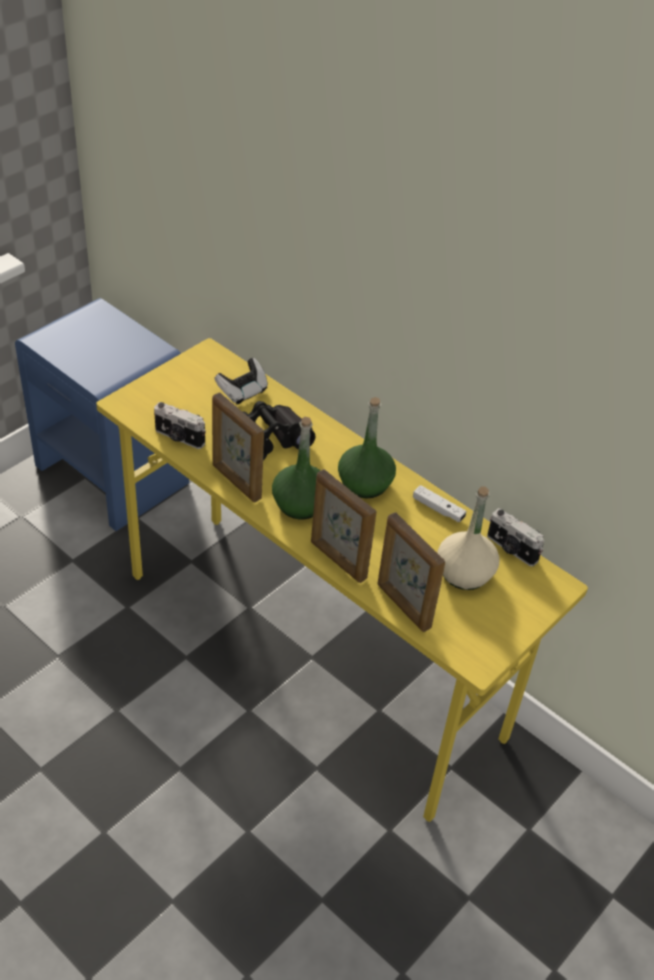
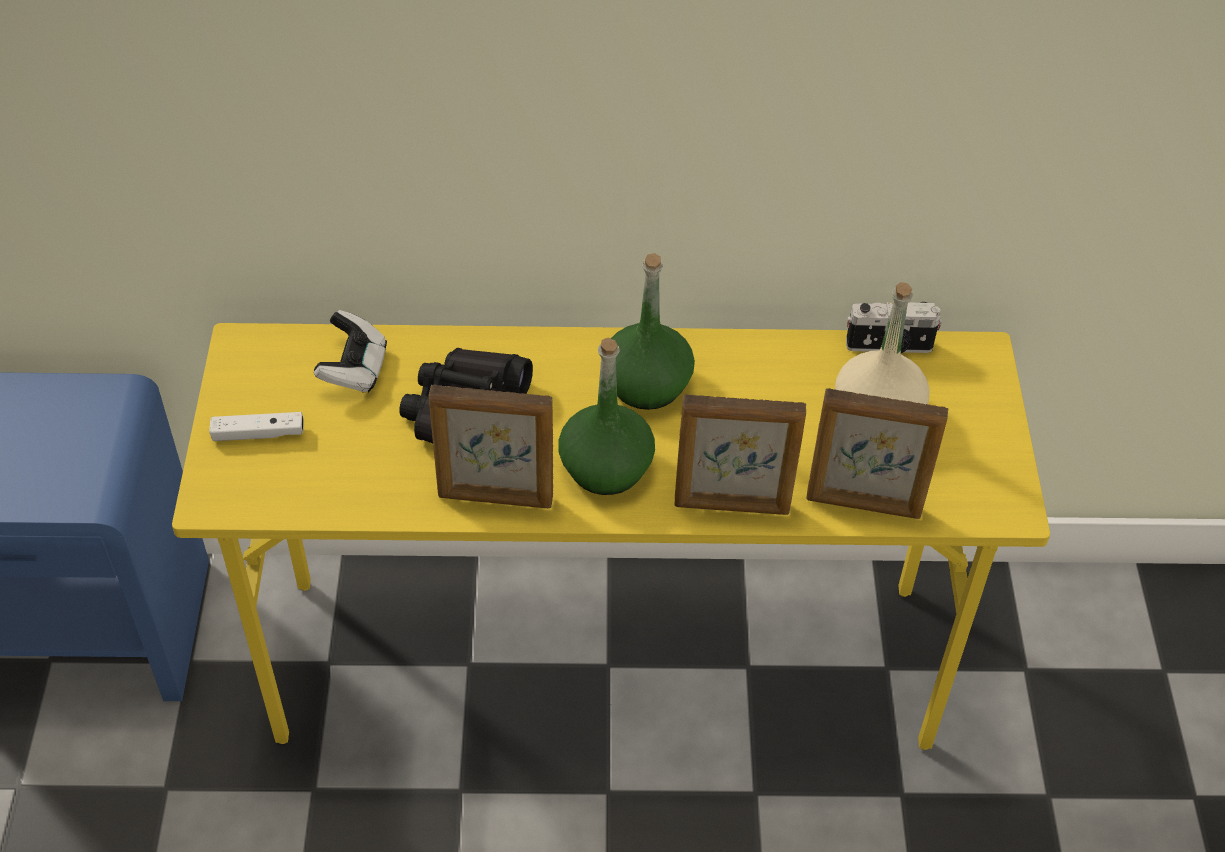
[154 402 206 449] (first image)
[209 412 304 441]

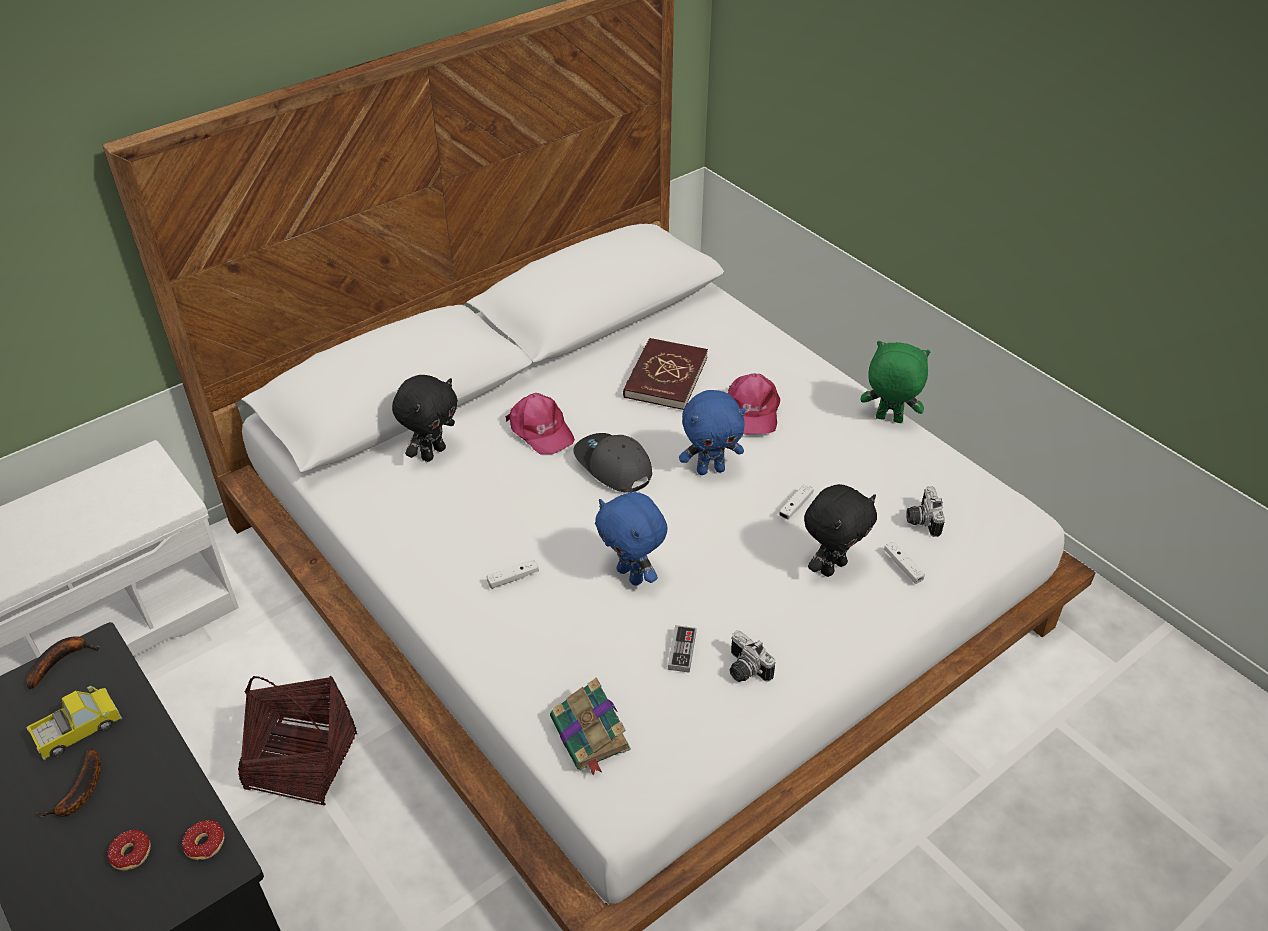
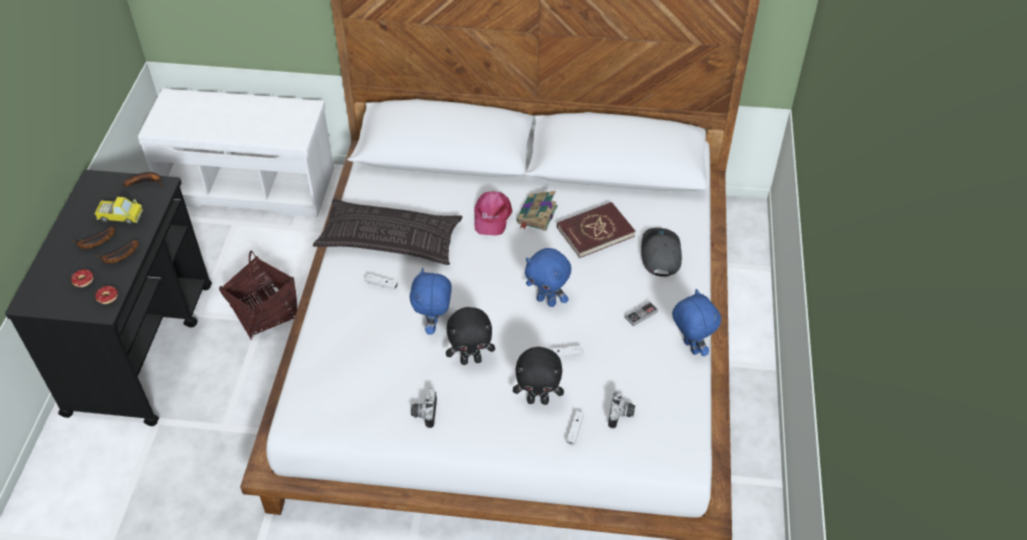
[672 289 721 356]
[728 373 780 435] (first image)
[446 307 495 365]
[641 228 682 277]
[608 389 635 429]
[625 301 658 327]
[516 191 558 231]
[313 199 462 265]
[96 239 138 264]

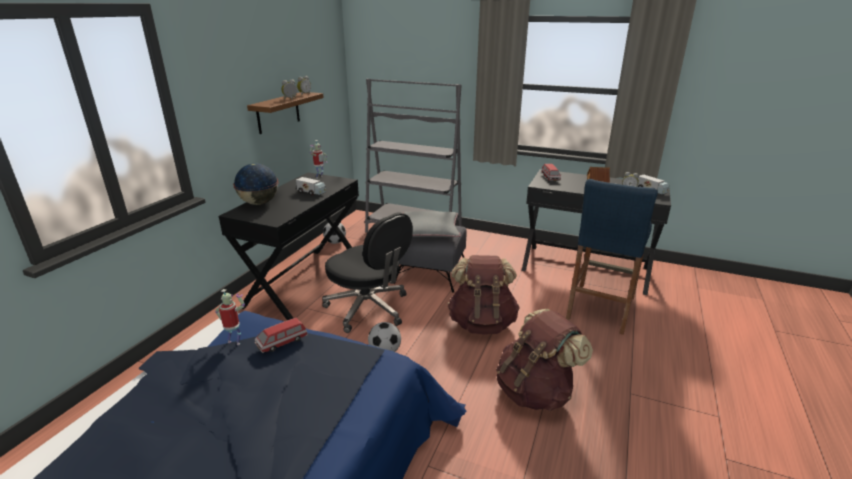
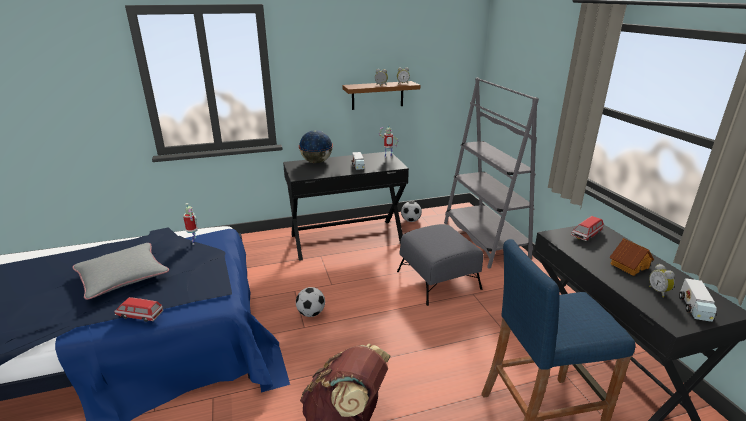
[72 243 169 300]
[322 213 413 333] (first image)
[448 255 520 335] (first image)
[114 297 164 322]

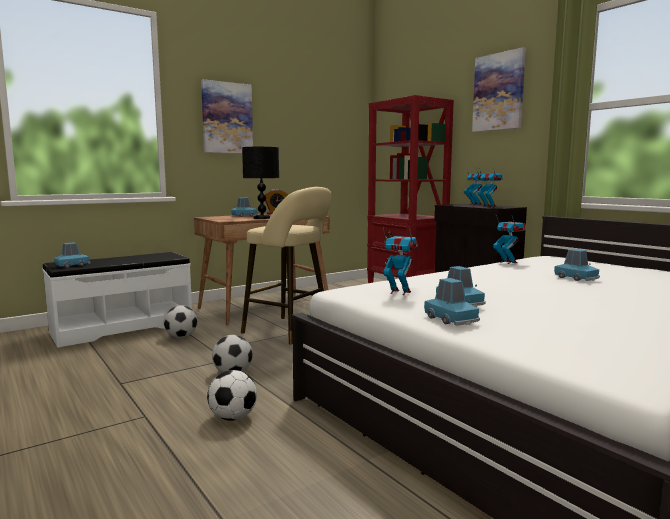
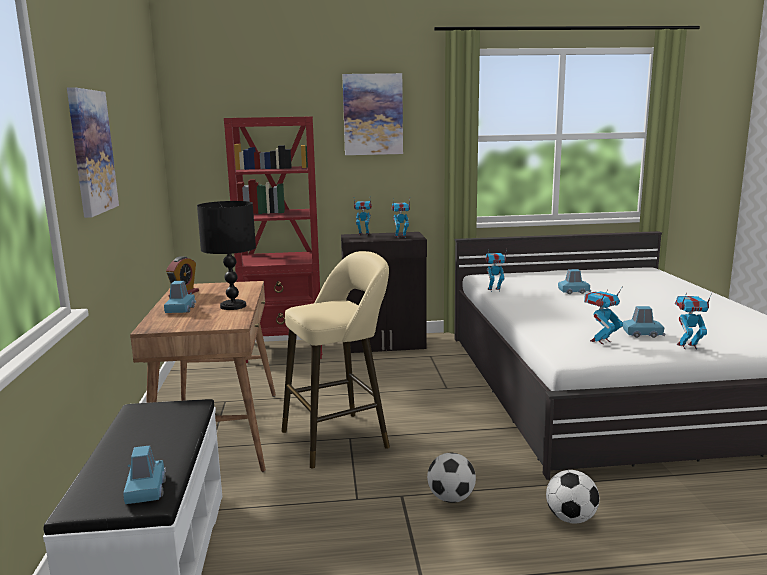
[675 293 712 349]
[164 305 198 338] (first image)

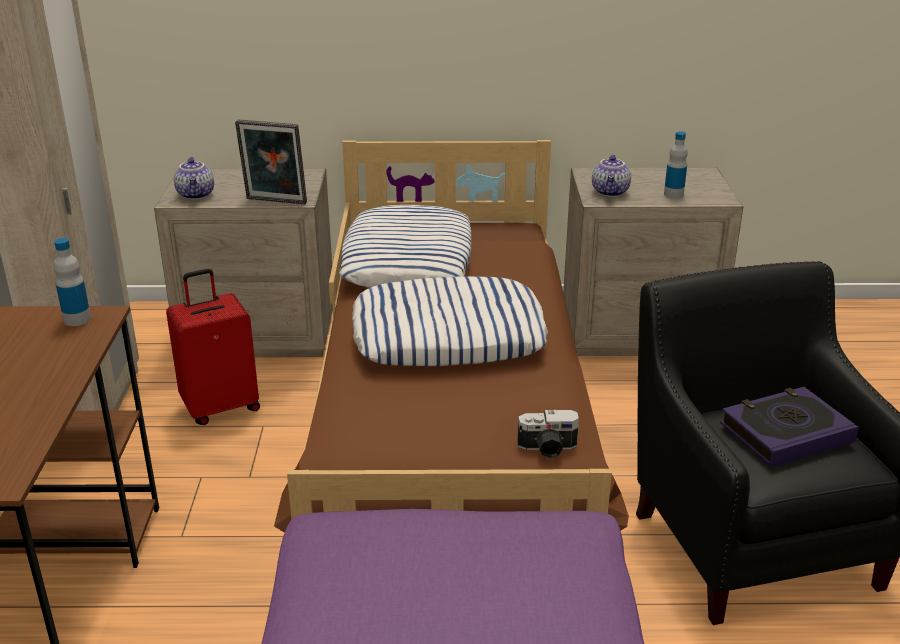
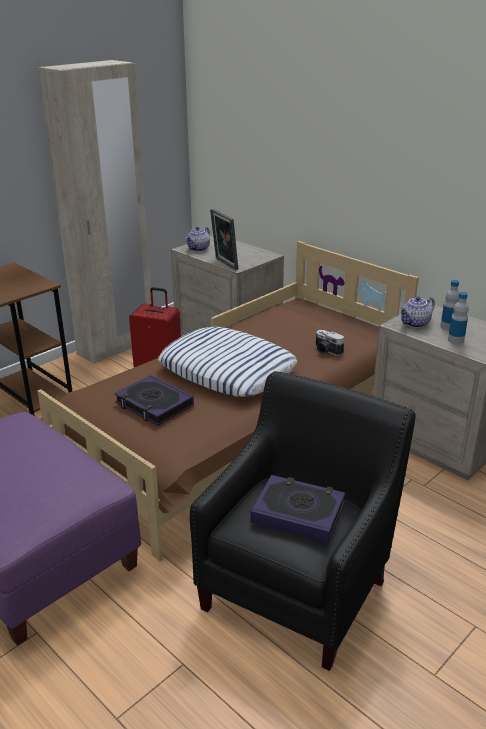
[339 205 472 288] (first image)
[440 280 459 331]
[316 330 344 356]
[114 375 194 426]

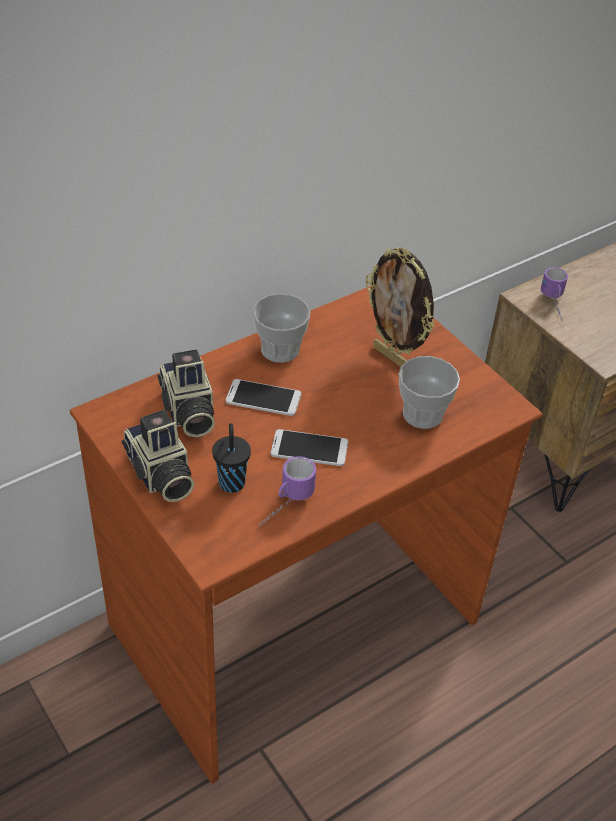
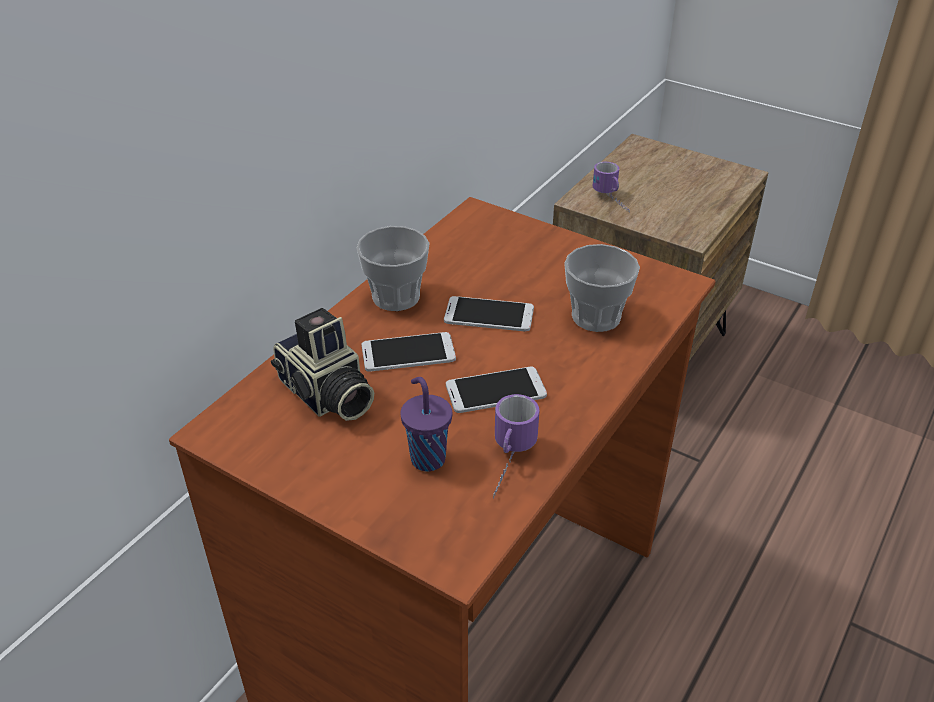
[366 247 434 367] (first image)
[121 410 195 502] (first image)
[400 377 452 471]
[444 296 534 332]

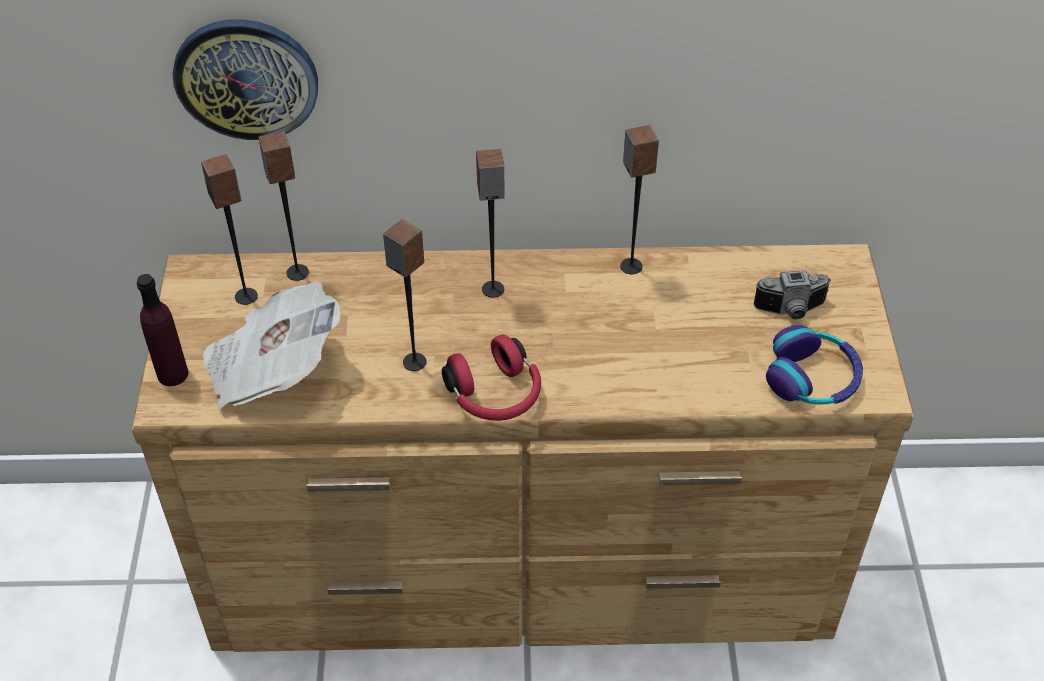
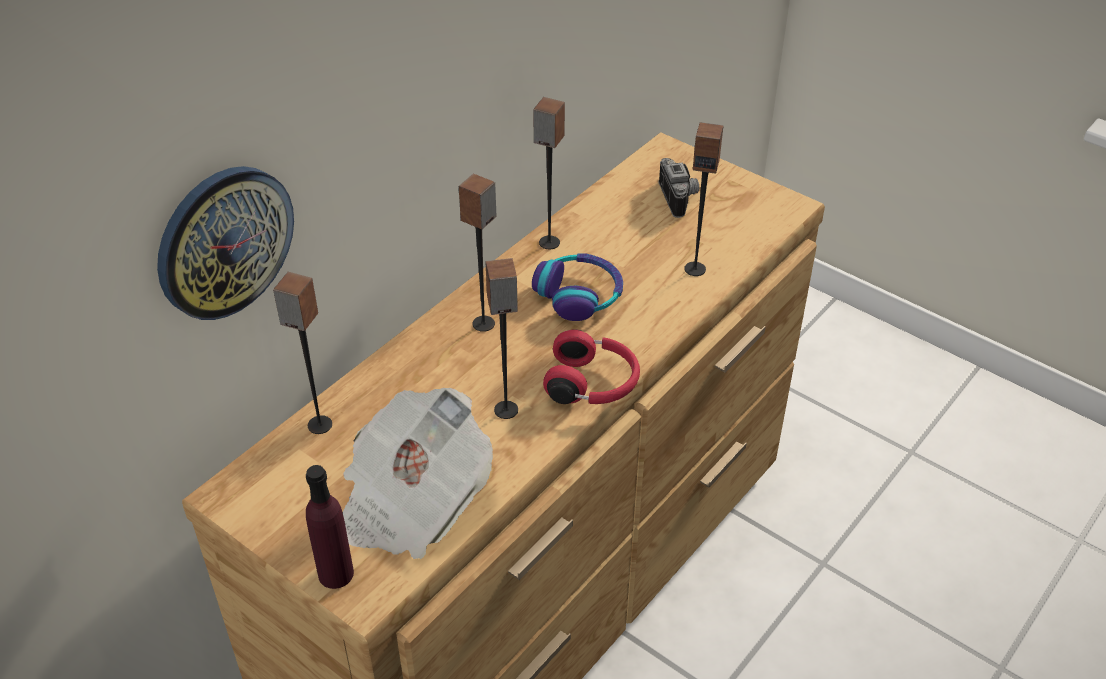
[684 122 723 276]
[659 158 699 218]
[532 253 623 321]

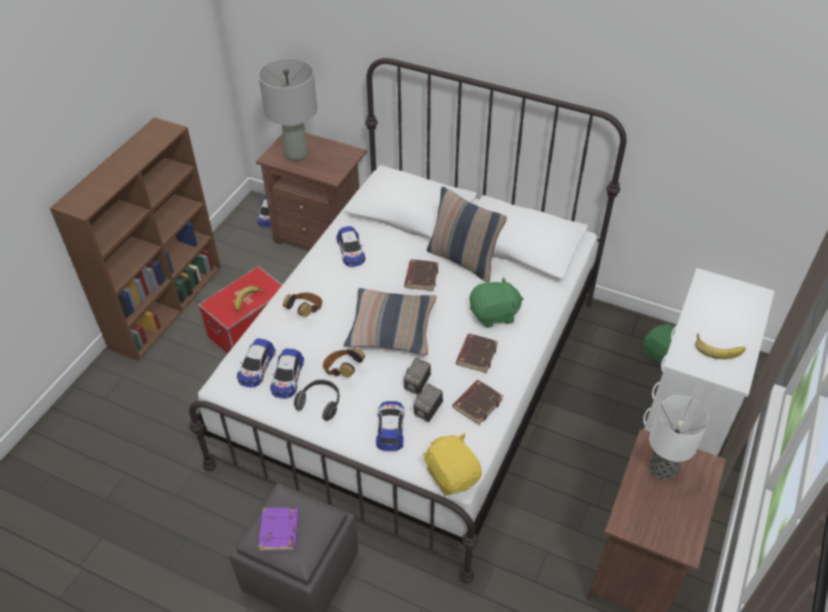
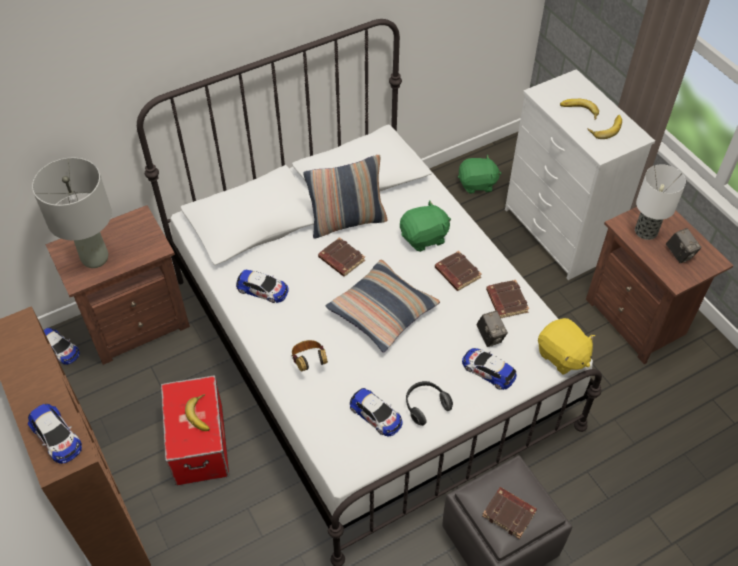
[400 200 451 252]
[28 404 82 464]
[323 348 365 377] (first image)
[666 228 702 263]
[538 318 596 375]
[482 487 537 539]
[560 99 599 120]

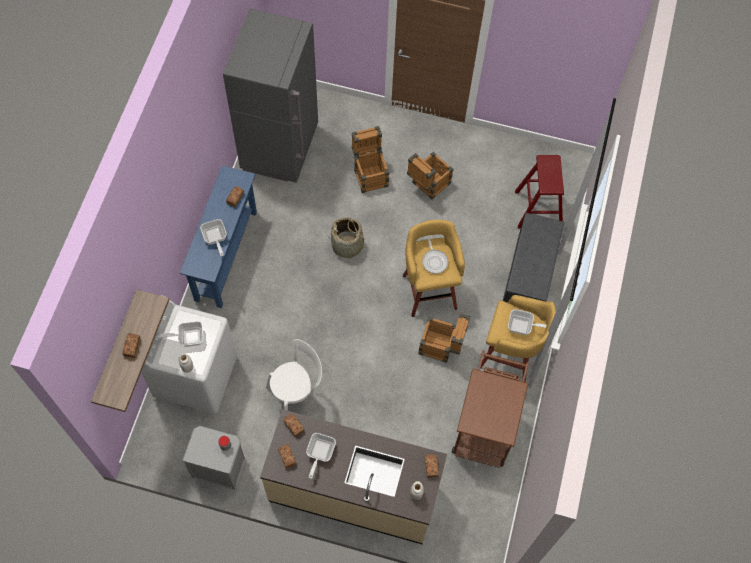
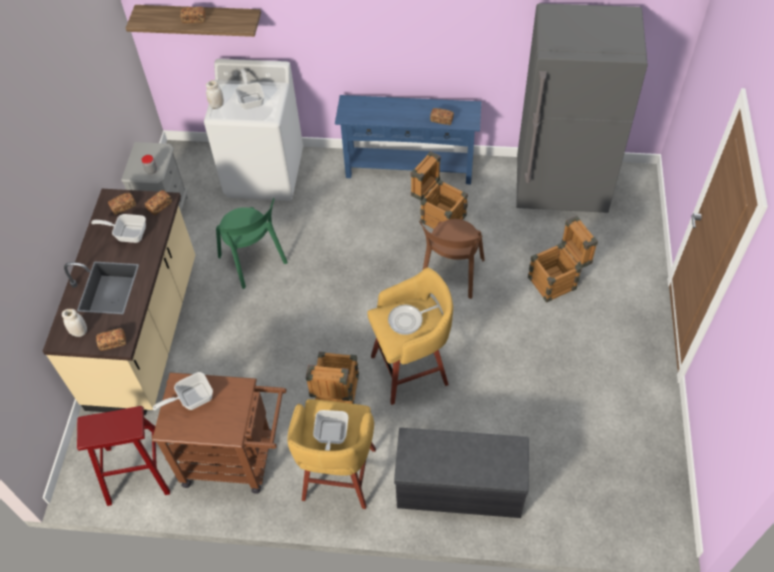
[411 151 468 229]
[77 406 170 506]
[419 219 485 299]
[153 372 213 410]
[216 198 288 289]

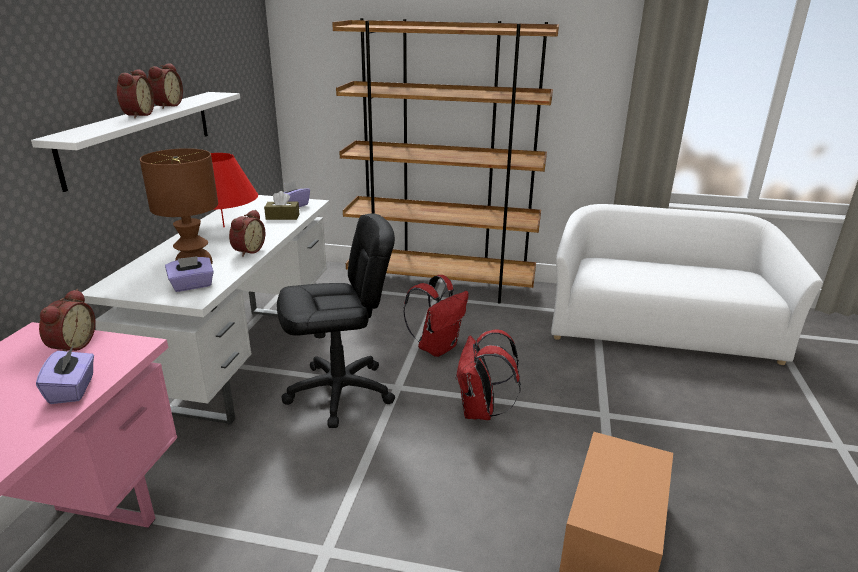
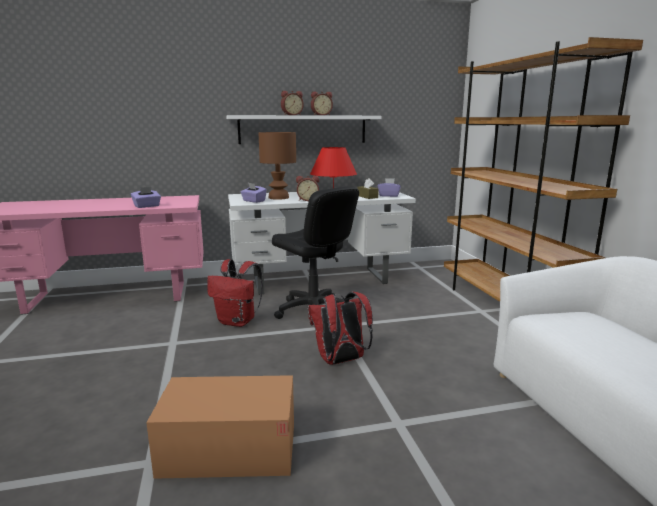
[207 259 263 327]
[39 289 96 351] (first image)

